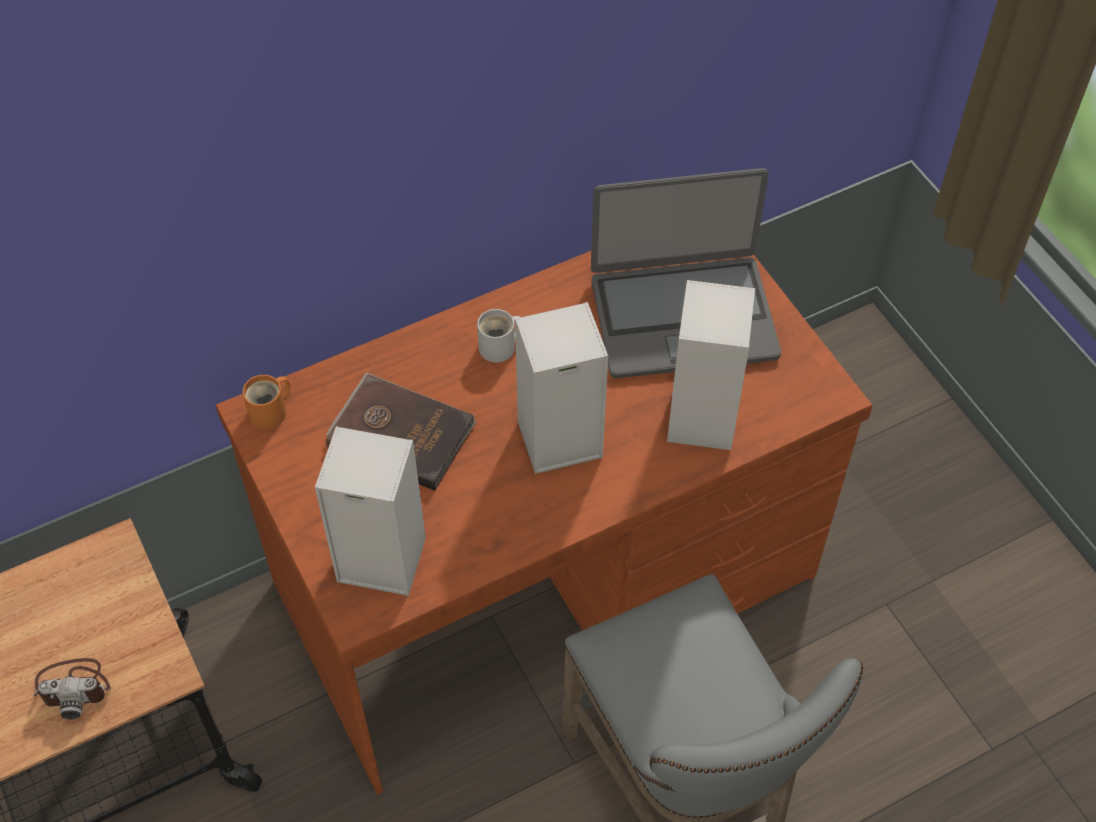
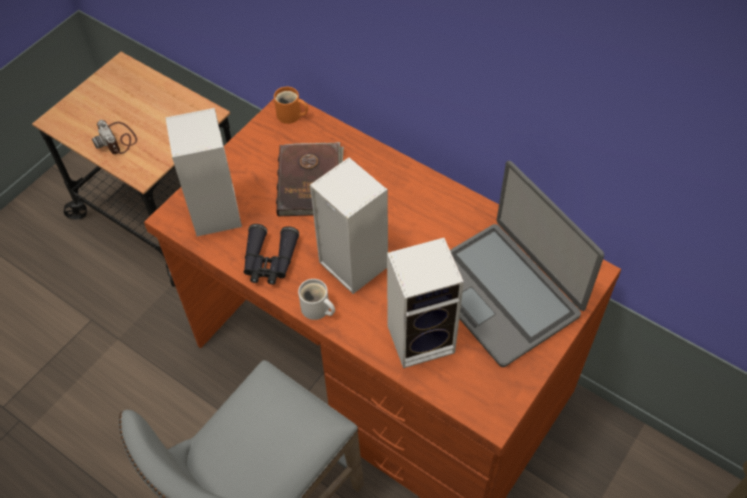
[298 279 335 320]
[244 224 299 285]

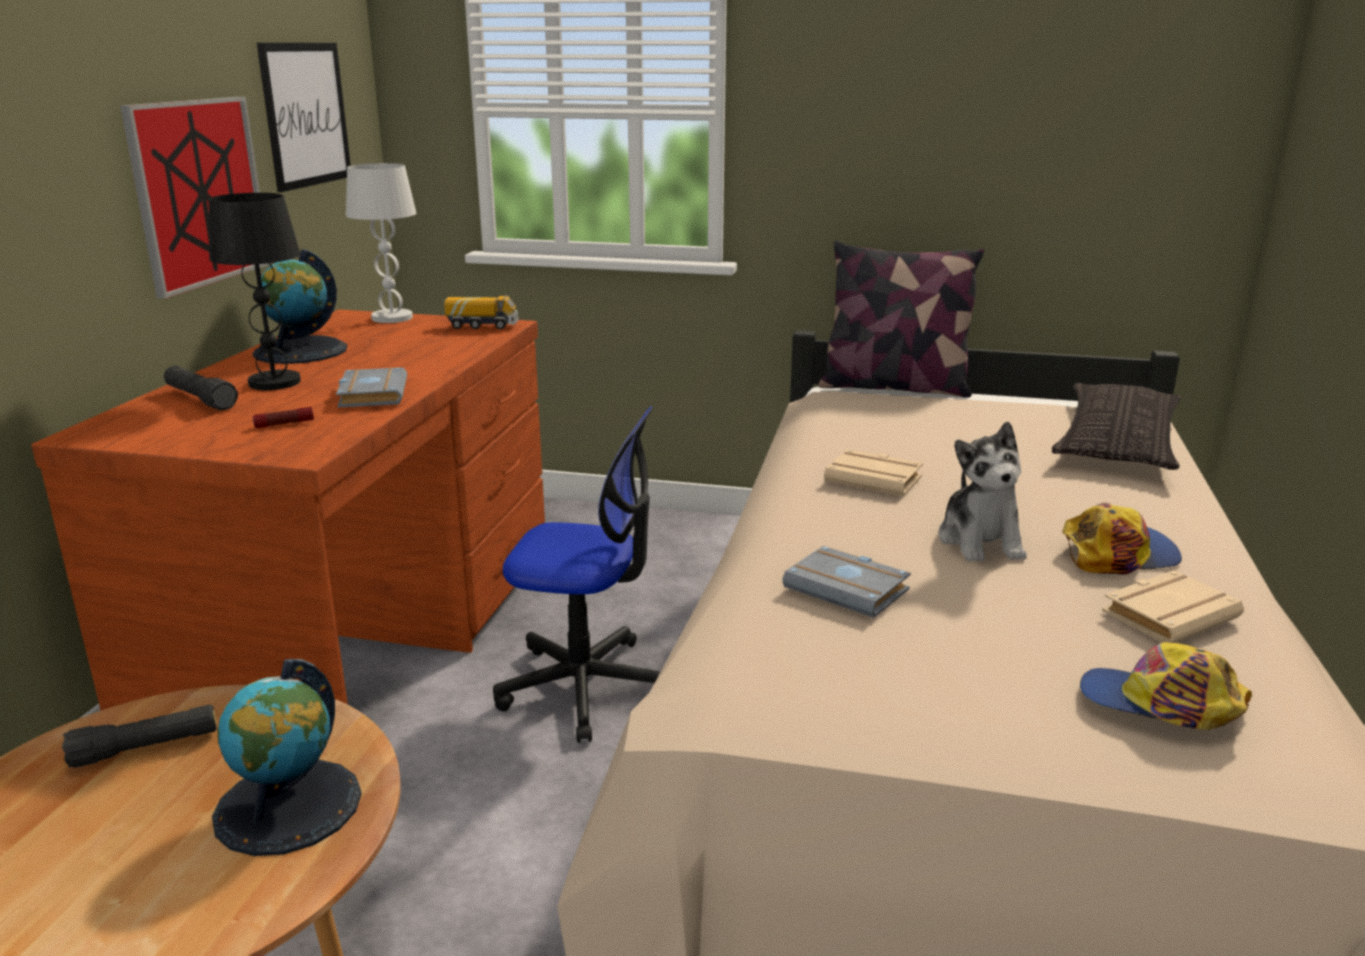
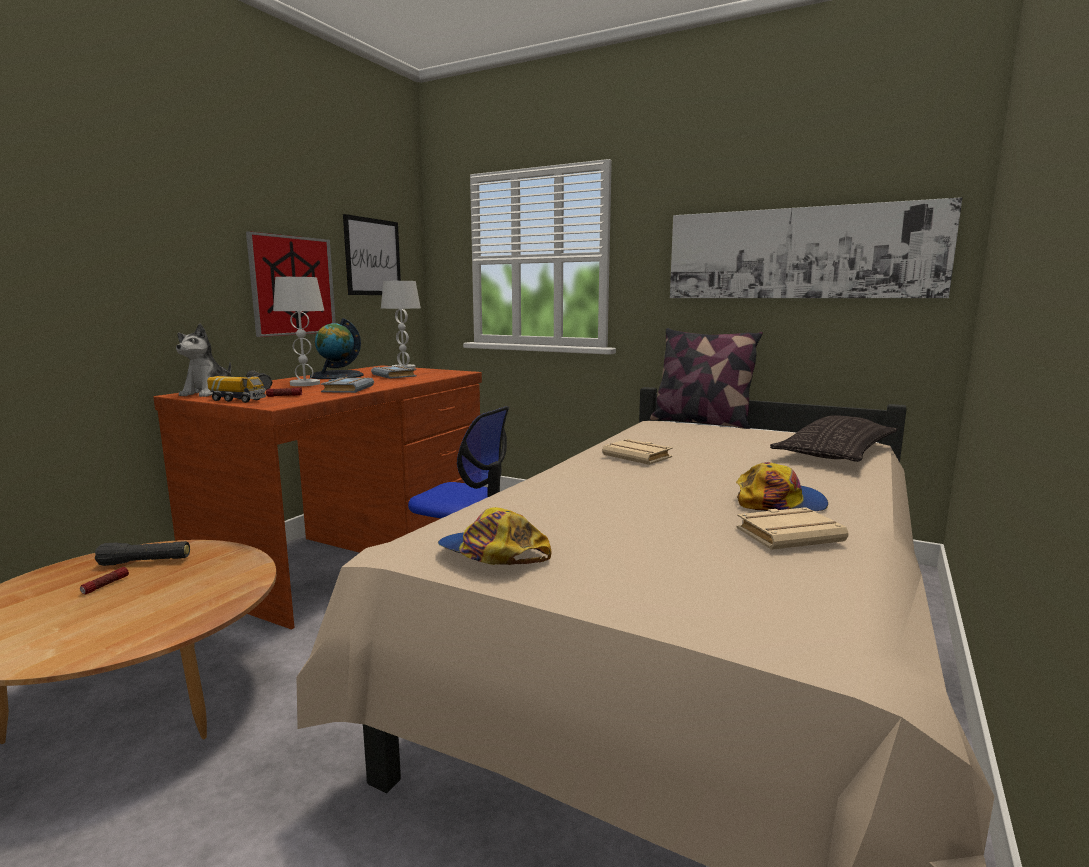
[273 277 324 386]
[207 376 266 403]
[176 324 232 397]
[371 366 417 379]
[438 507 552 565]
[212 659 362 856] (first image)
[670 197 963 298]
[80 567 129 594]

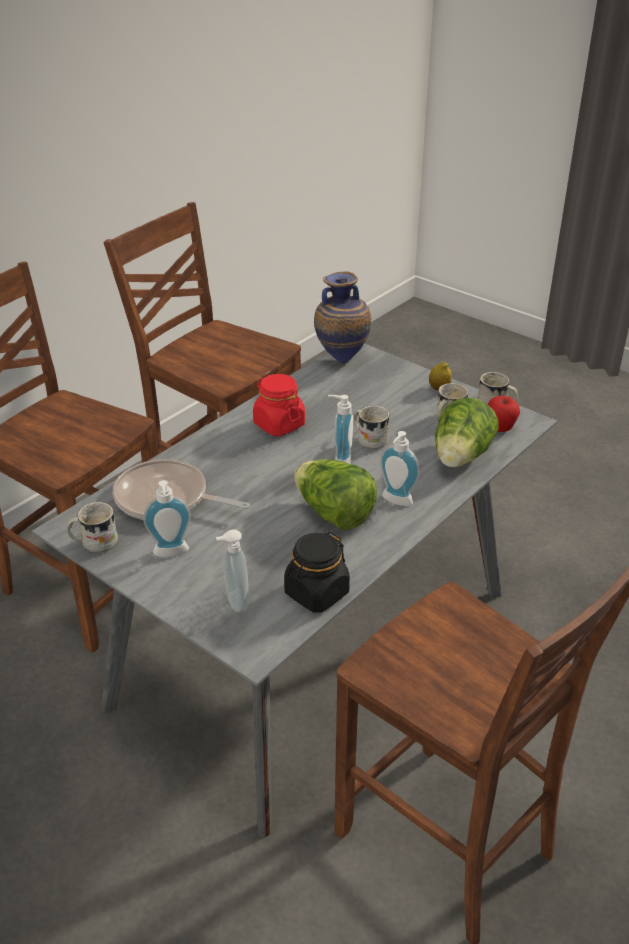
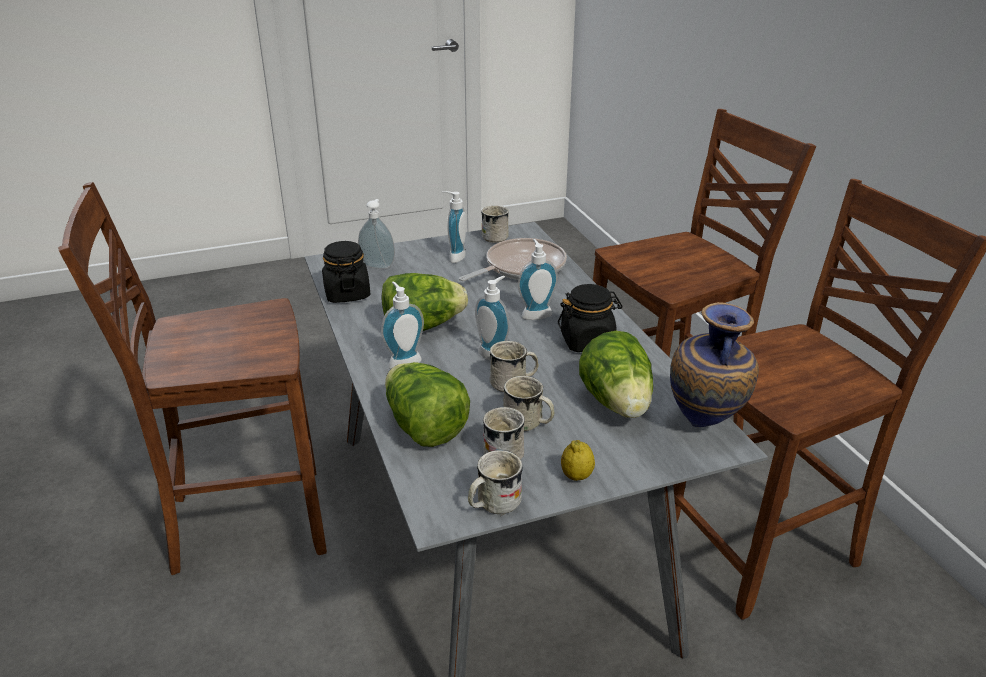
[558 284 623 352]
[488 396 520 432] (first image)
[518 239 558 320]
[579 331 653 418]
[503 376 555 431]

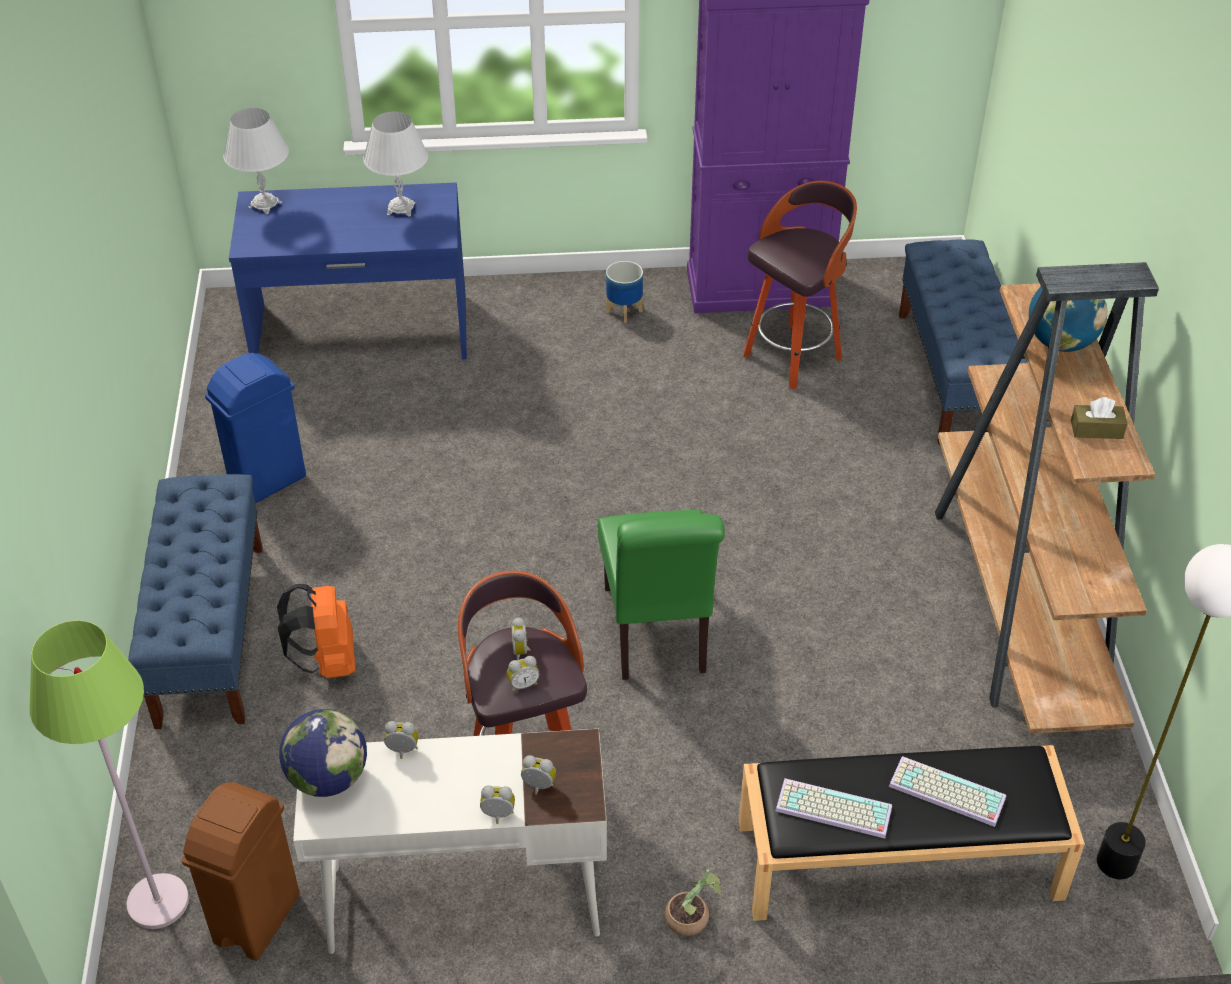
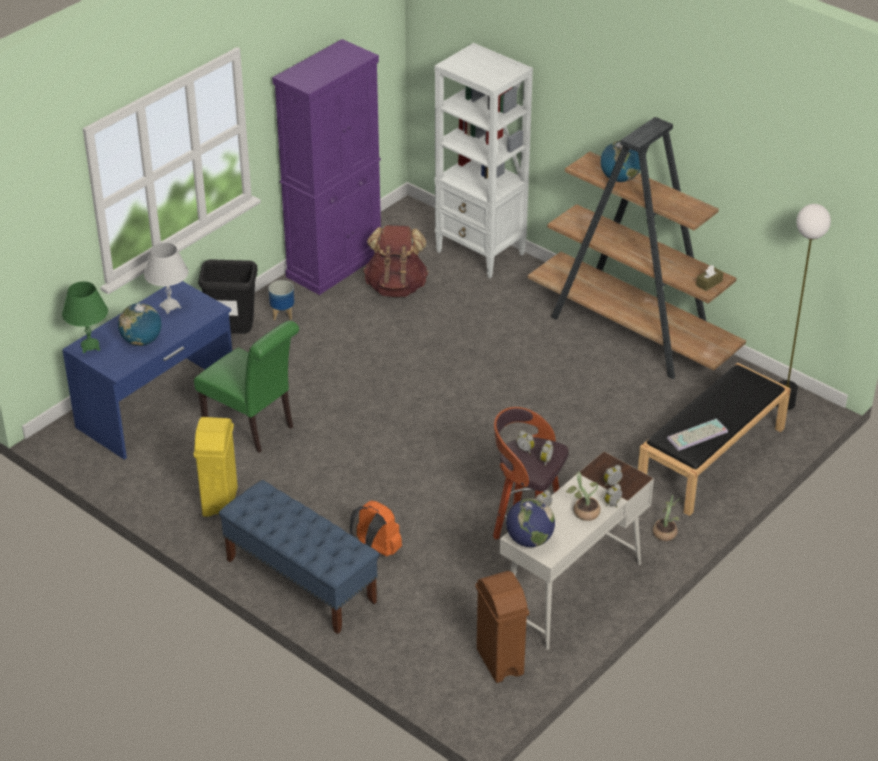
[62 281 108 353]
[363 225 429 297]
[434 43 533 278]
[194 417 238 517]
[696 265 724 291]
[194 321 299 453]
[30 620 189 929] (first image)
[889 756 1006 827] (first image)
[198 260 257 334]
[118 303 161 346]
[566 472 601 521]

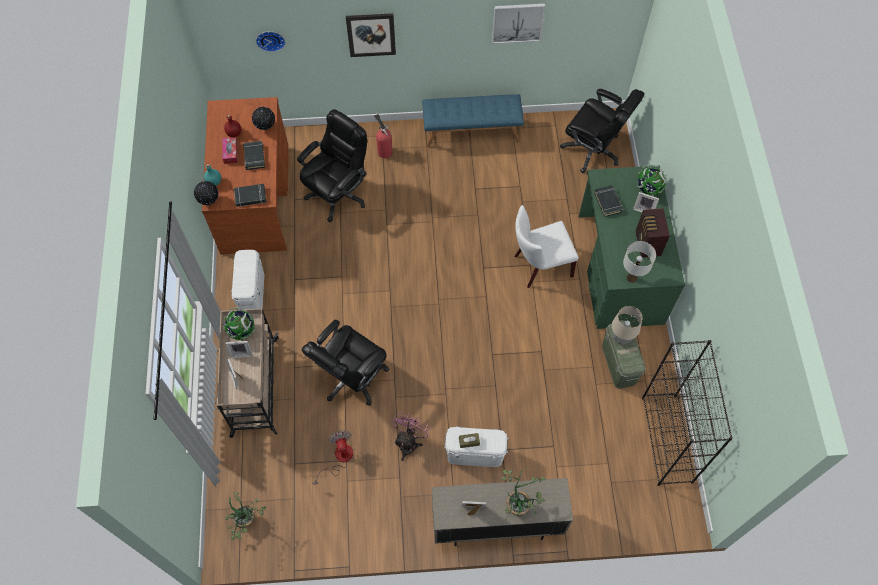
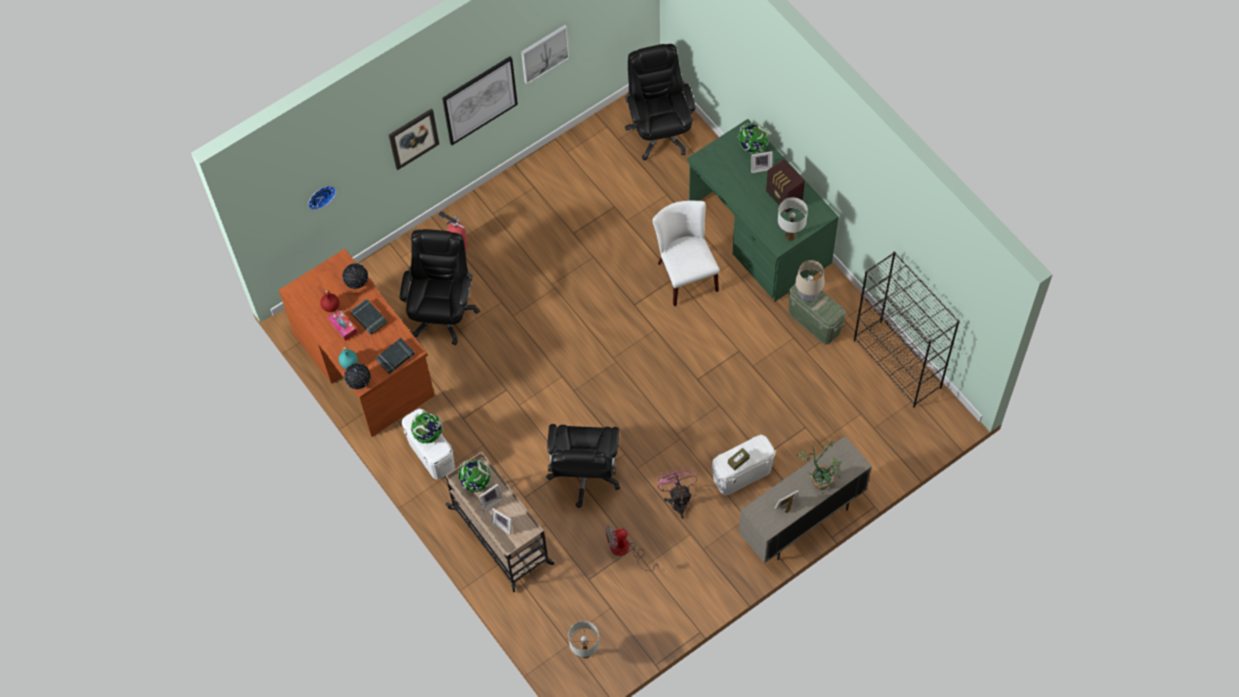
[625 44 696 160]
[422 94 524 147] (first image)
[594 185 623 217] (first image)
[653 201 720 306]
[606 525 659 571]
[568 621 599 658]
[442 56 518 145]
[411 411 444 444]

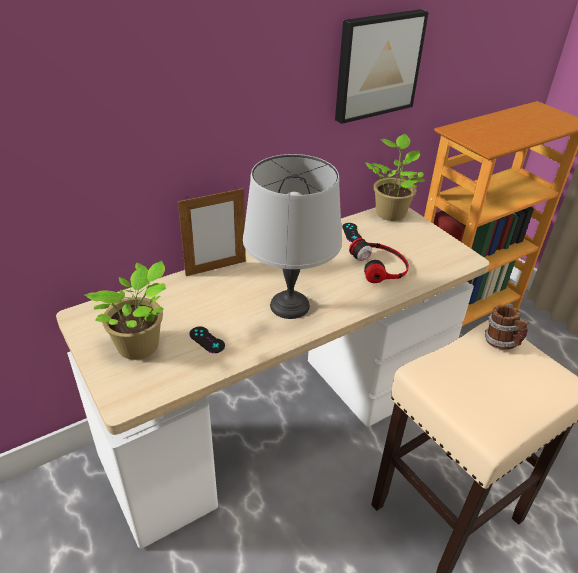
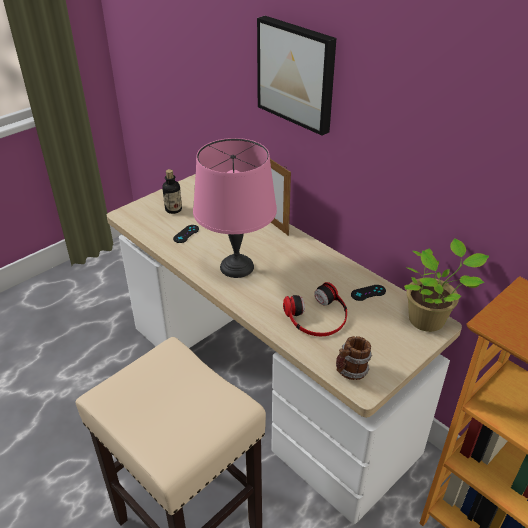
[257 16 336 135]
[193 138 277 278]
[162 169 182 214]
[336 336 372 380]

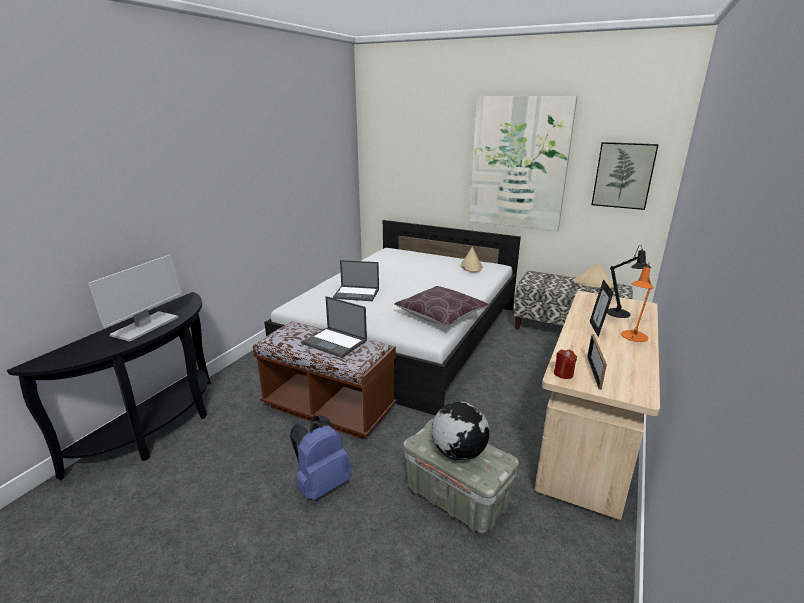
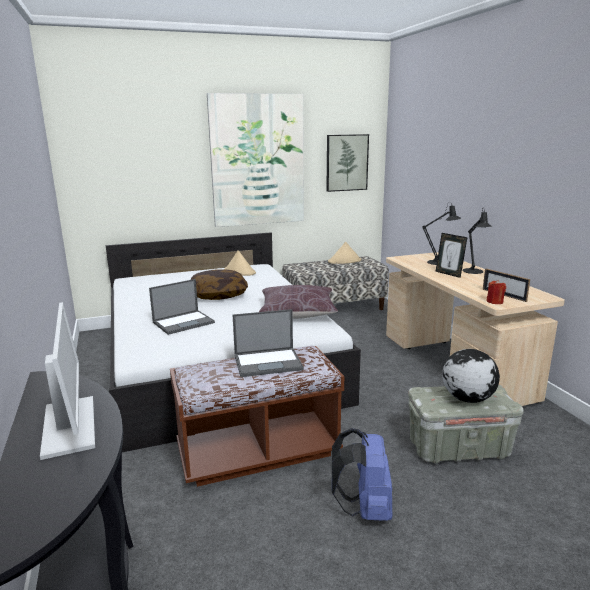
[463 209 492 274]
[190 269 248 300]

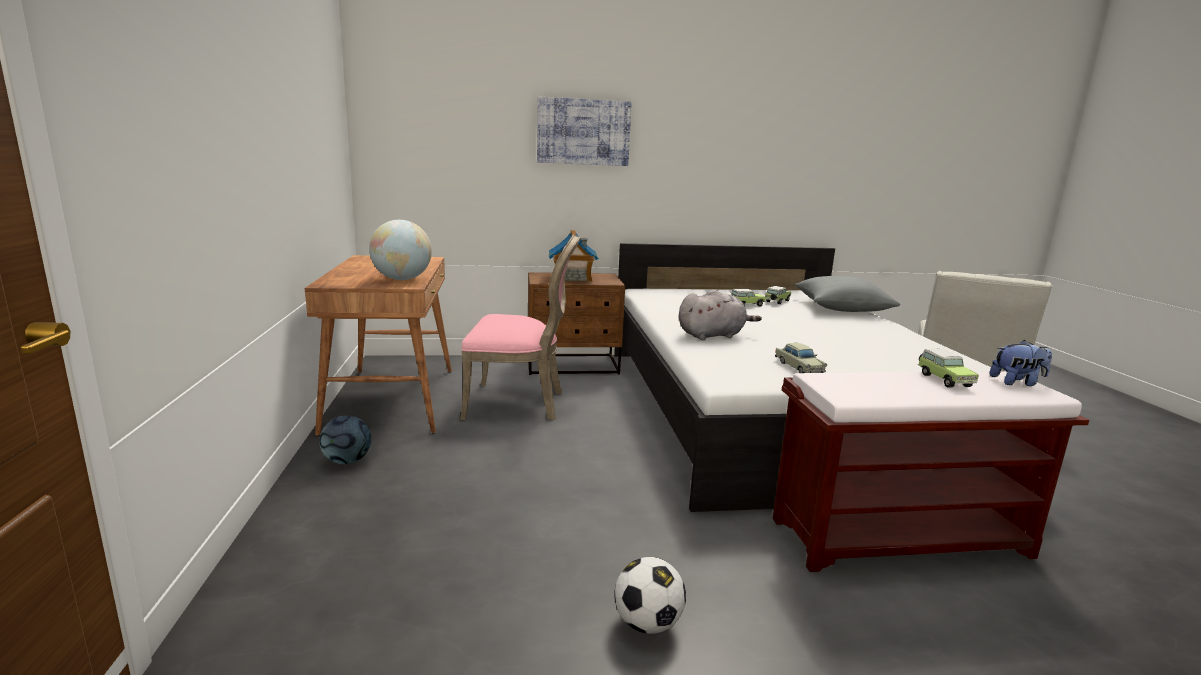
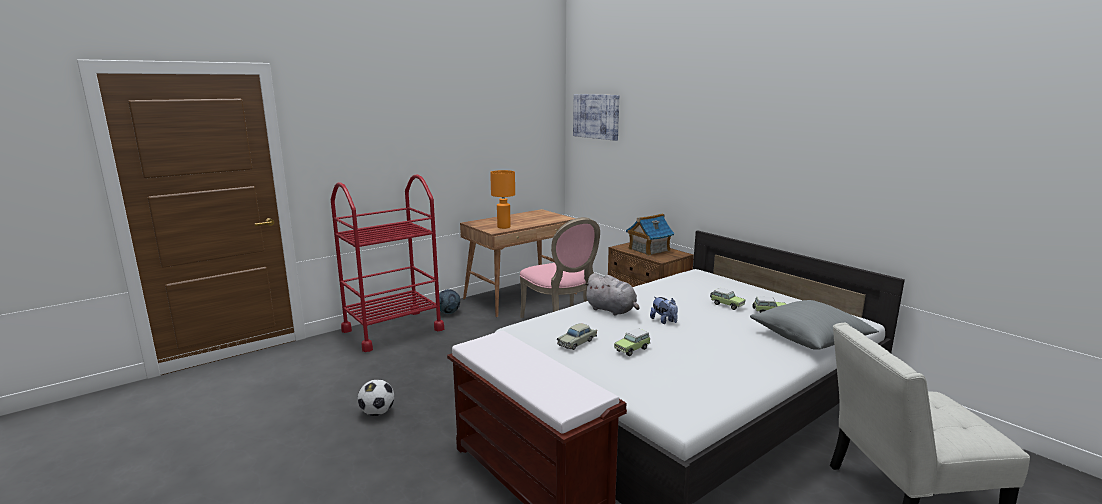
[573 94 619 141]
[490 170 515 229]
[650 297 678 324]
[614 328 651 356]
[331 175 444 352]

